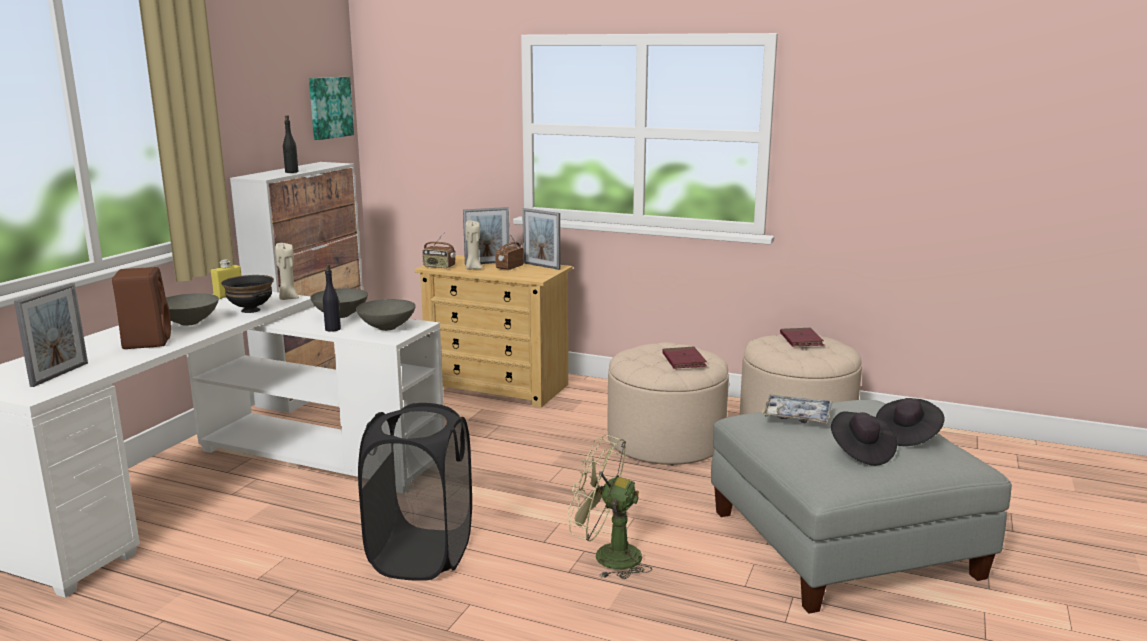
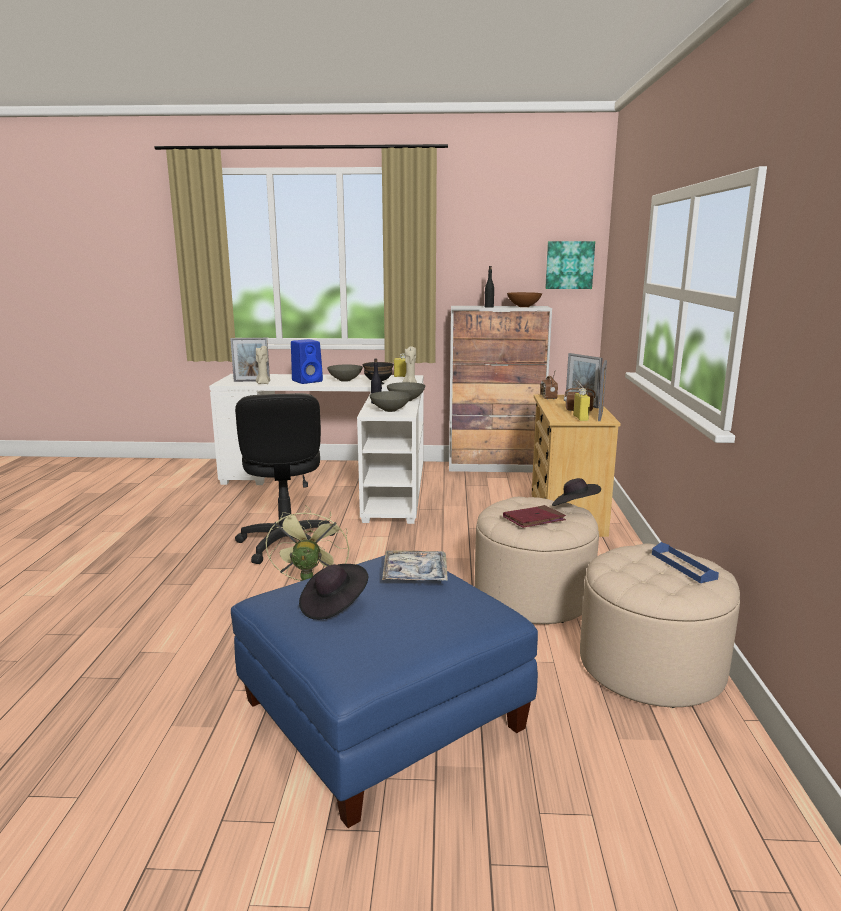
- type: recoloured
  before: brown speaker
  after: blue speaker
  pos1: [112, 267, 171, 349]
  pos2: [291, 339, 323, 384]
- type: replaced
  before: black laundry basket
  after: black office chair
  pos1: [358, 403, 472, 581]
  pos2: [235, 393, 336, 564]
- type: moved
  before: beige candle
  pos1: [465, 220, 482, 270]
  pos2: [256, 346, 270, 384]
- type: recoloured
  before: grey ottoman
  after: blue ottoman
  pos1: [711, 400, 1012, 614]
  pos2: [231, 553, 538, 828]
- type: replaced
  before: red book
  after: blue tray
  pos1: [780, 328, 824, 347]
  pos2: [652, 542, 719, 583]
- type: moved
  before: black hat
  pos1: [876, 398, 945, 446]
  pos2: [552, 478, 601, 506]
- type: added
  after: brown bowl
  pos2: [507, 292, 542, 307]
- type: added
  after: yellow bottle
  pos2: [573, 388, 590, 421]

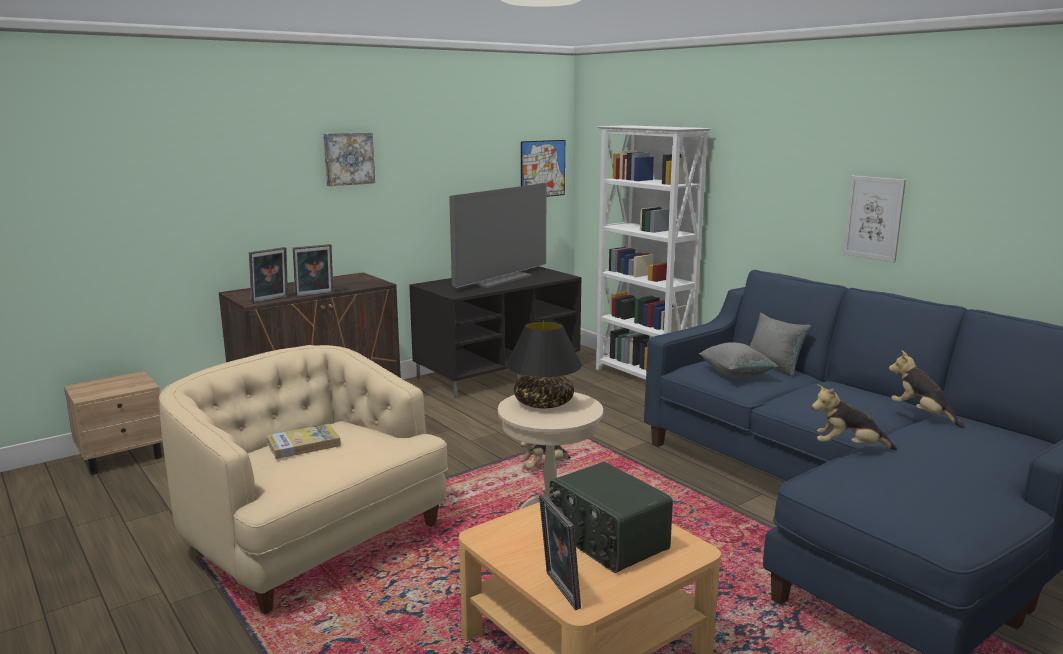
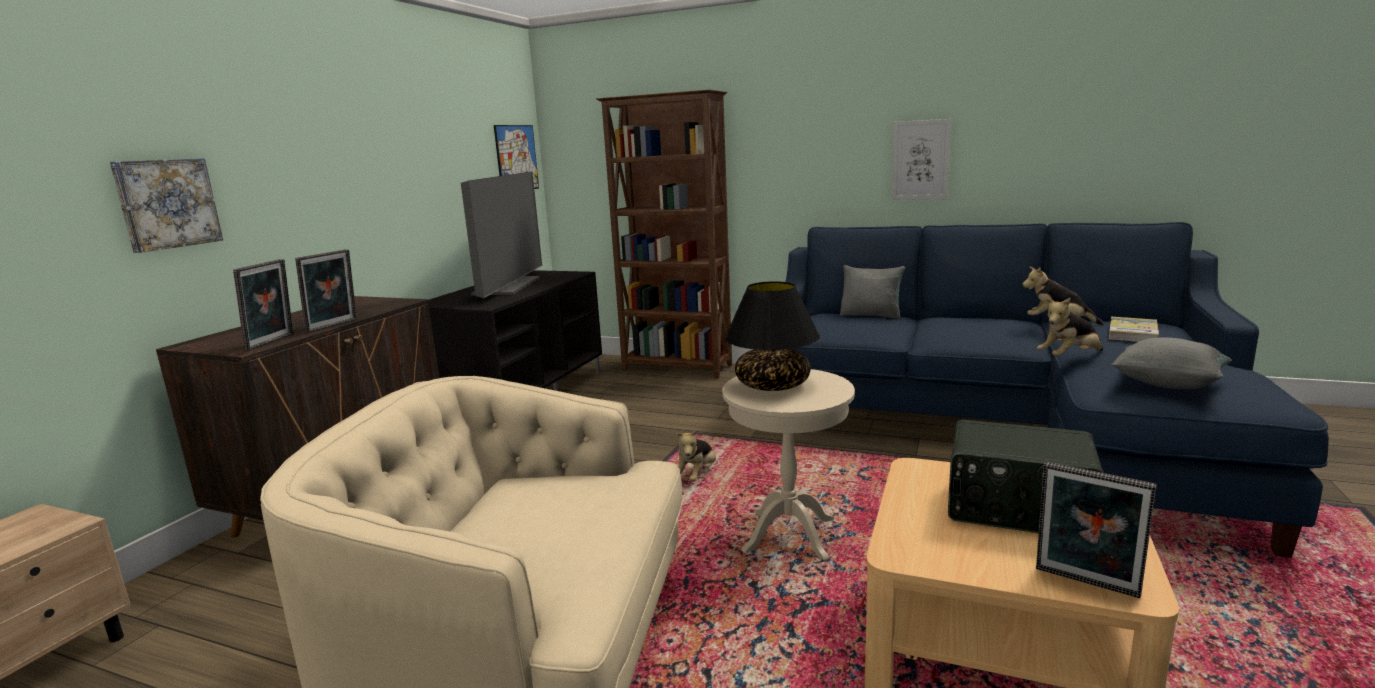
- type: moved
  before: book
  pos1: [266, 424, 341, 459]
  pos2: [1109, 317, 1159, 342]
- type: moved
  before: picture
  pos1: [323, 132, 375, 186]
  pos2: [110, 158, 223, 253]
- type: recoloured
  before: white bookcase
  after: brown bookcase
  pos1: [596, 125, 711, 380]
  pos2: [596, 90, 732, 378]
- type: moved
  before: grey pillow
  pos1: [699, 342, 778, 378]
  pos2: [1111, 338, 1232, 389]

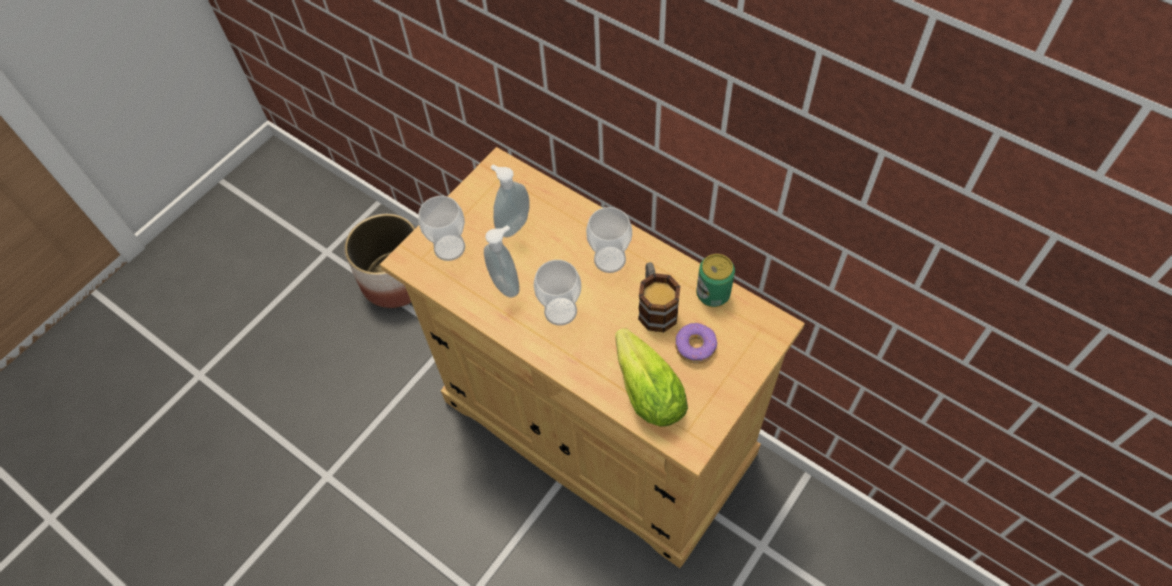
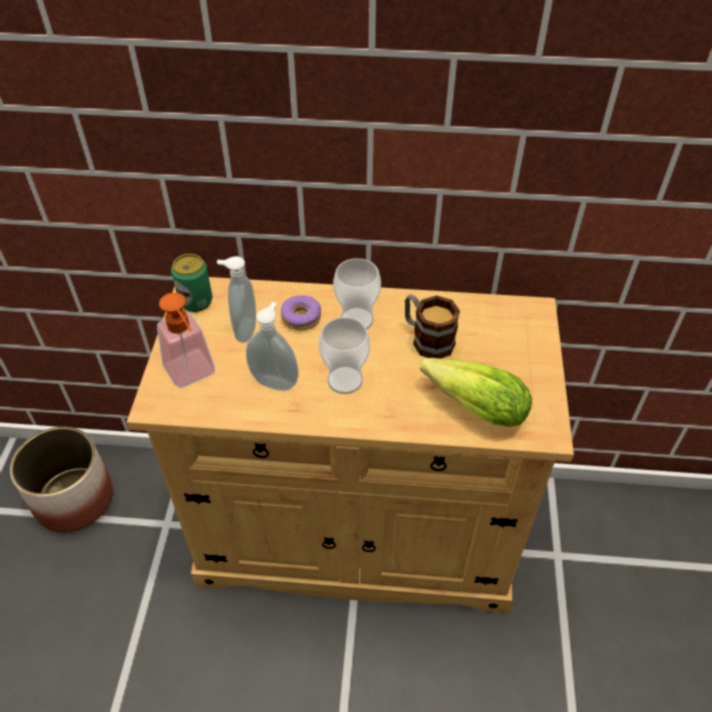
- type: replaced
  before: cup
  after: soap dispenser
  pos1: [418, 196, 465, 261]
  pos2: [157, 293, 215, 388]
- type: moved
  before: donut
  pos1: [675, 323, 717, 364]
  pos2: [281, 295, 321, 330]
- type: moved
  before: can
  pos1: [696, 254, 735, 307]
  pos2: [171, 254, 212, 312]

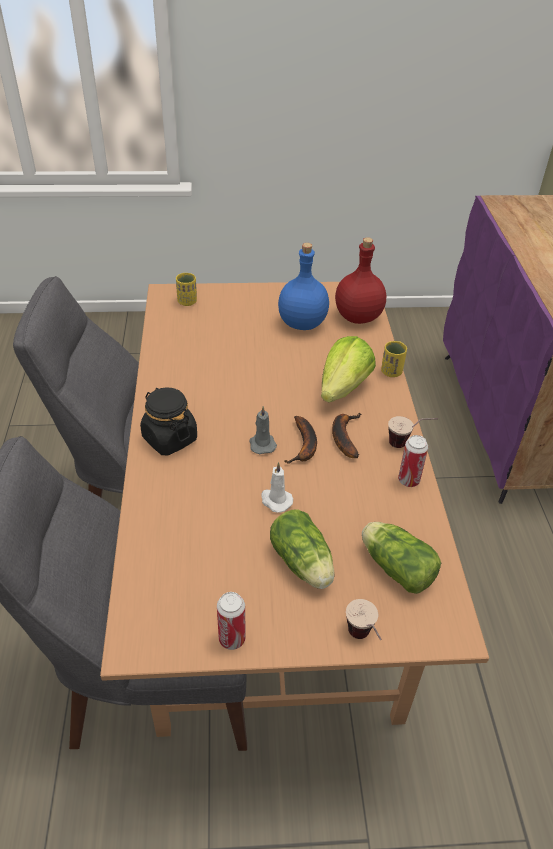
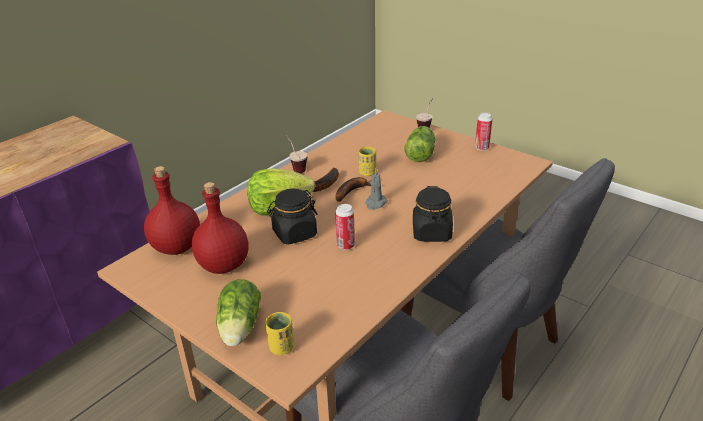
- type: removed
  before: white candle
  pos1: [261, 462, 293, 512]
- type: recoloured
  before: blue bottle
  after: red bottle
  pos1: [278, 243, 329, 330]
  pos2: [192, 182, 249, 274]
- type: moved
  before: lettuce
  pos1: [362, 522, 441, 594]
  pos2: [216, 279, 261, 346]
- type: moved
  before: yellow cup
  pos1: [381, 341, 407, 377]
  pos2: [358, 147, 376, 176]
- type: moved
  before: can
  pos1: [398, 435, 428, 487]
  pos2: [335, 204, 355, 250]
- type: added
  after: black jar
  pos2: [267, 189, 318, 244]

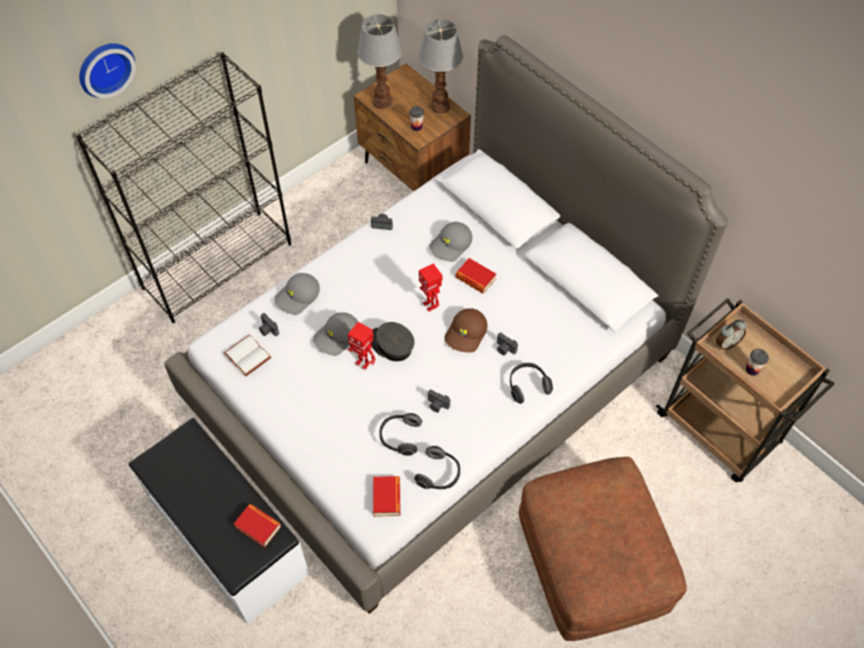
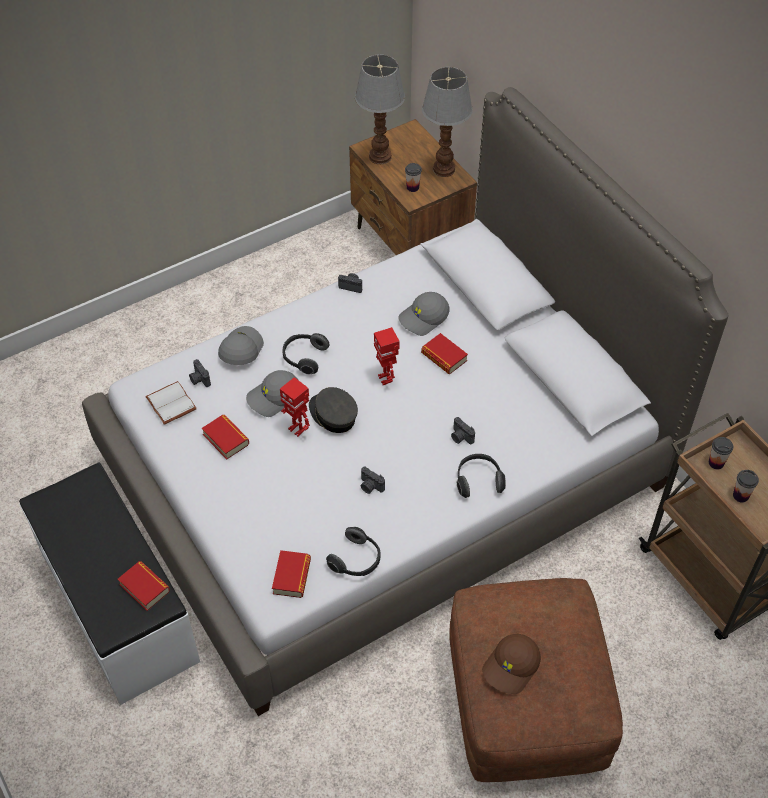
- type: removed
  before: black bookcase
  pos1: [75, 52, 291, 323]
- type: removed
  before: wall clock
  pos1: [79, 43, 136, 98]
- type: turned
  before: grey cap
  pos1: [274, 273, 320, 315]
  pos2: [218, 326, 264, 365]
  turn: 135
- type: moved
  before: headphones
  pos1: [379, 413, 422, 456]
  pos2: [283, 333, 330, 375]
- type: moved
  before: brown cap
  pos1: [444, 308, 487, 353]
  pos2: [482, 634, 541, 694]
- type: replaced
  before: alarm clock
  after: cup
  pos1: [716, 319, 747, 350]
  pos2: [709, 437, 733, 469]
- type: added
  after: book
  pos2: [202, 415, 249, 460]

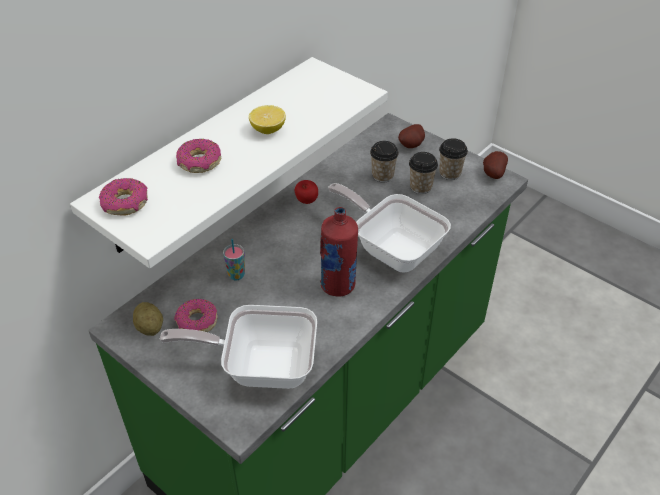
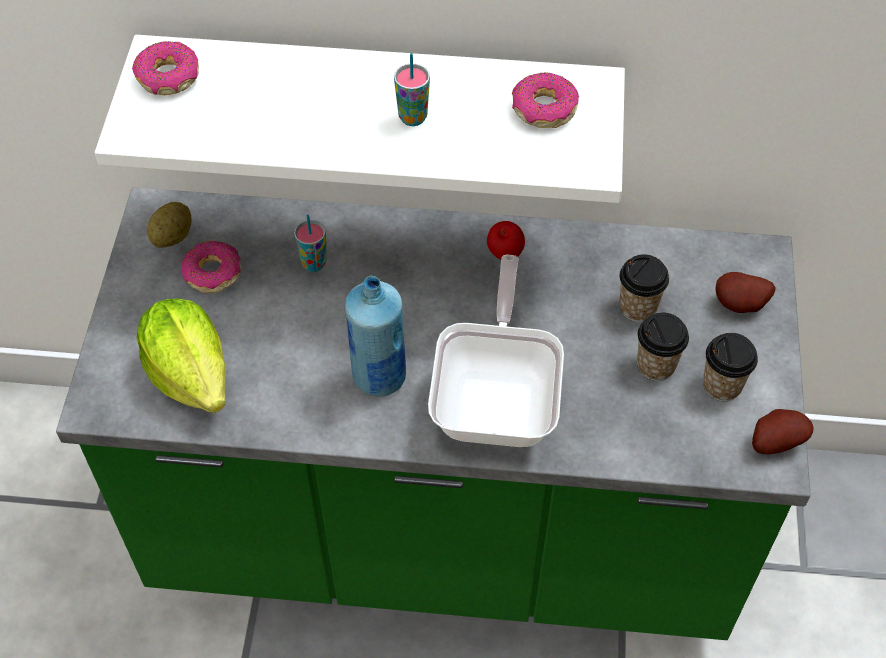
- type: replaced
  before: frying pan
  after: lettuce
  pos1: [160, 305, 317, 389]
  pos2: [136, 298, 226, 413]
- type: moved
  before: donut
  pos1: [176, 139, 221, 173]
  pos2: [512, 72, 579, 128]
- type: replaced
  before: lemon
  after: cup
  pos1: [249, 105, 286, 134]
  pos2: [394, 53, 430, 126]
- type: recoloured
  before: red bottle
  after: blue bottle
  pos1: [320, 207, 358, 297]
  pos2: [345, 276, 406, 397]

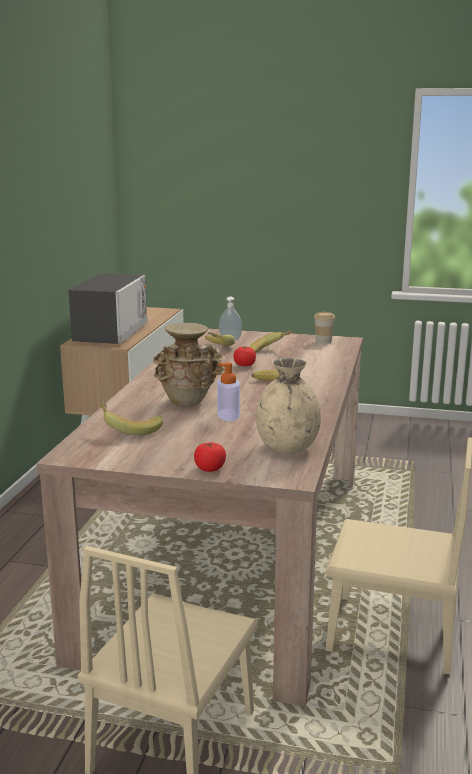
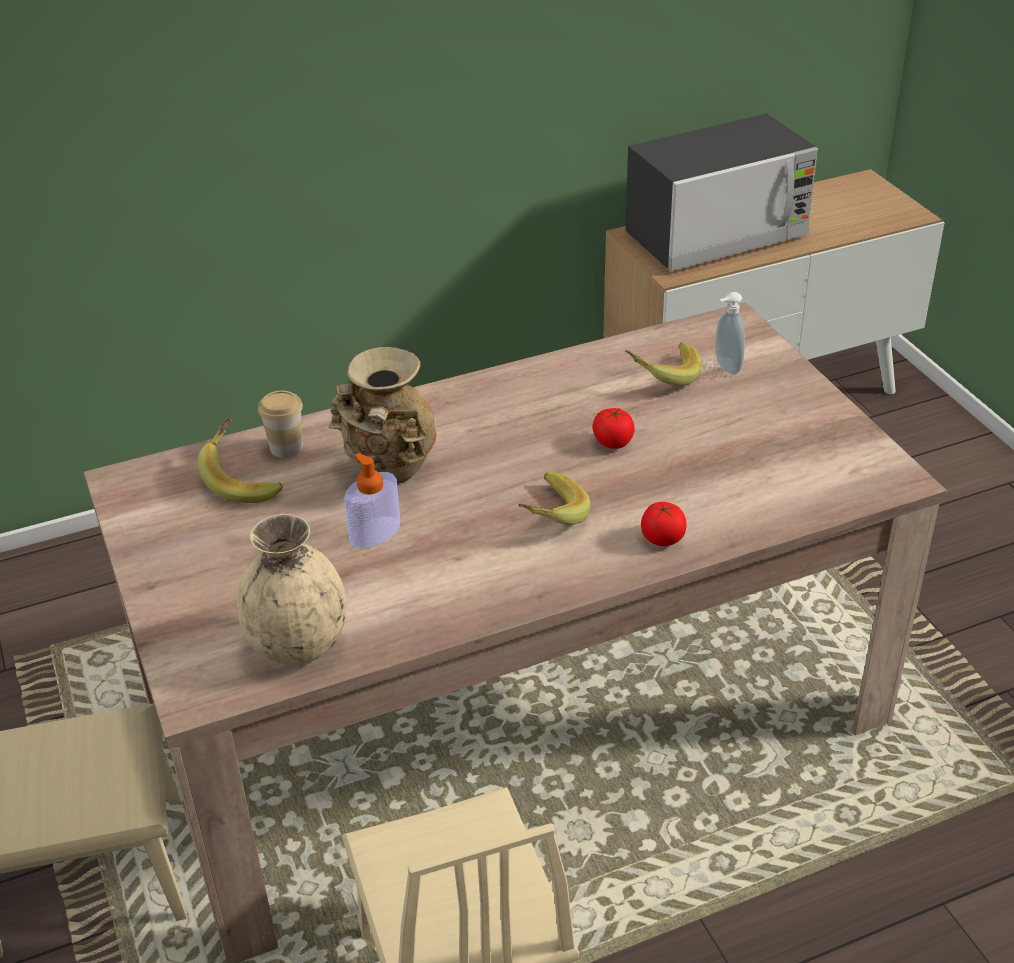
- type: moved
  before: tomato
  pos1: [194, 442, 226, 472]
  pos2: [641, 502, 687, 546]
- type: removed
  before: banana
  pos1: [250, 330, 294, 353]
- type: moved
  before: cup
  pos1: [314, 312, 335, 343]
  pos2: [258, 390, 303, 458]

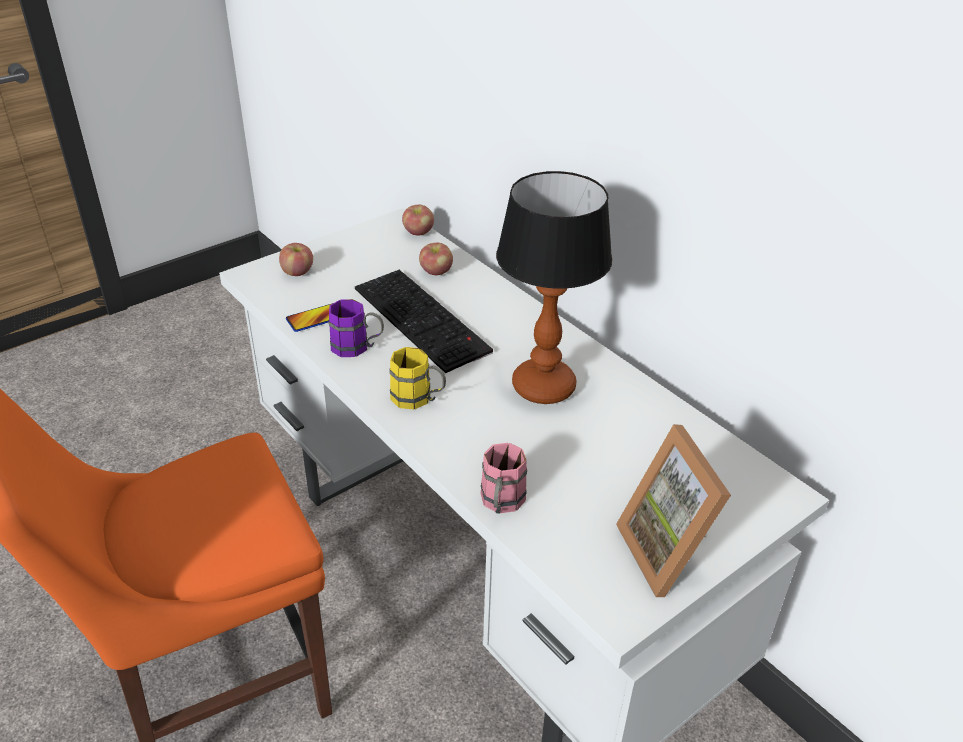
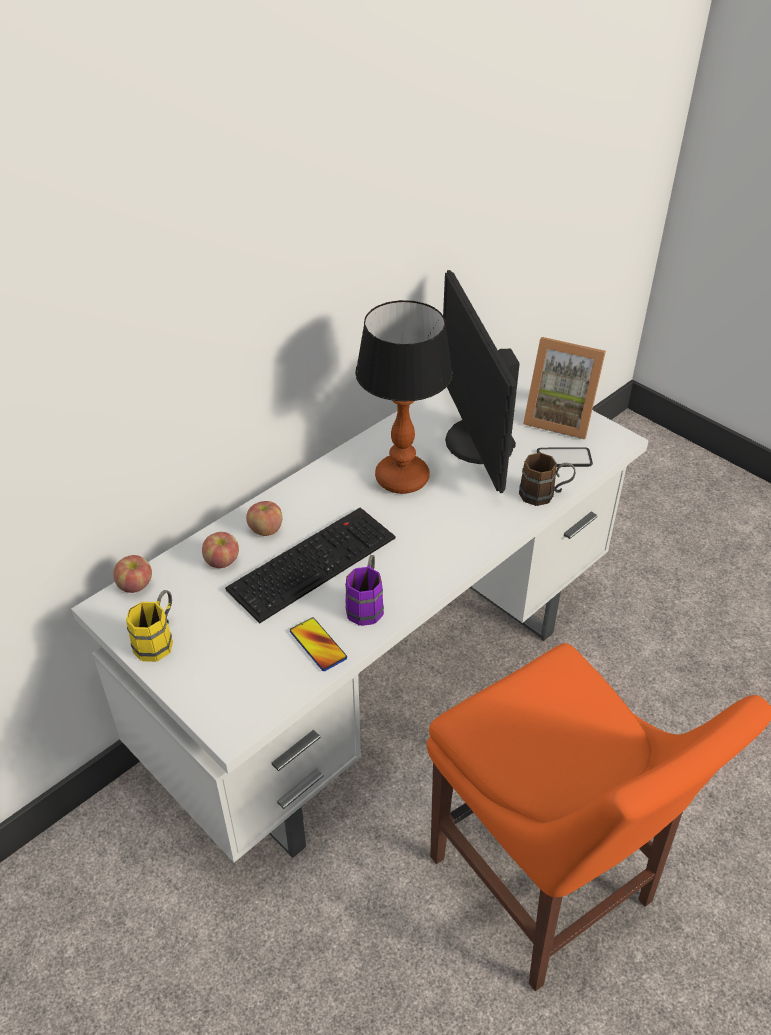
- type: moved
  before: apple
  pos1: [279, 243, 313, 276]
  pos2: [246, 501, 282, 536]
- type: moved
  before: yellow mug
  pos1: [389, 347, 446, 410]
  pos2: [126, 590, 173, 662]
- type: recoloured
  before: pink mug
  after: brown mug
  pos1: [481, 443, 527, 514]
  pos2: [519, 453, 575, 506]
- type: turned
  before: picture frame
  pos1: [616, 424, 731, 597]
  pos2: [523, 337, 606, 440]
  turn: 45
- type: added
  after: monitor
  pos2: [443, 270, 520, 493]
- type: added
  after: phone
  pos2: [537, 447, 593, 467]

